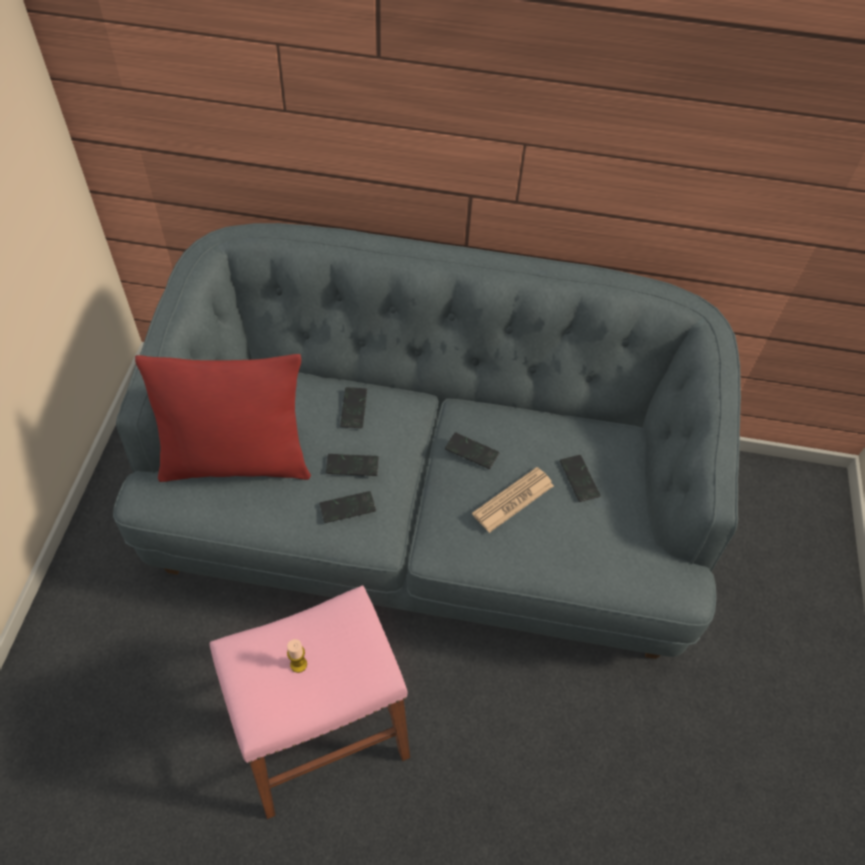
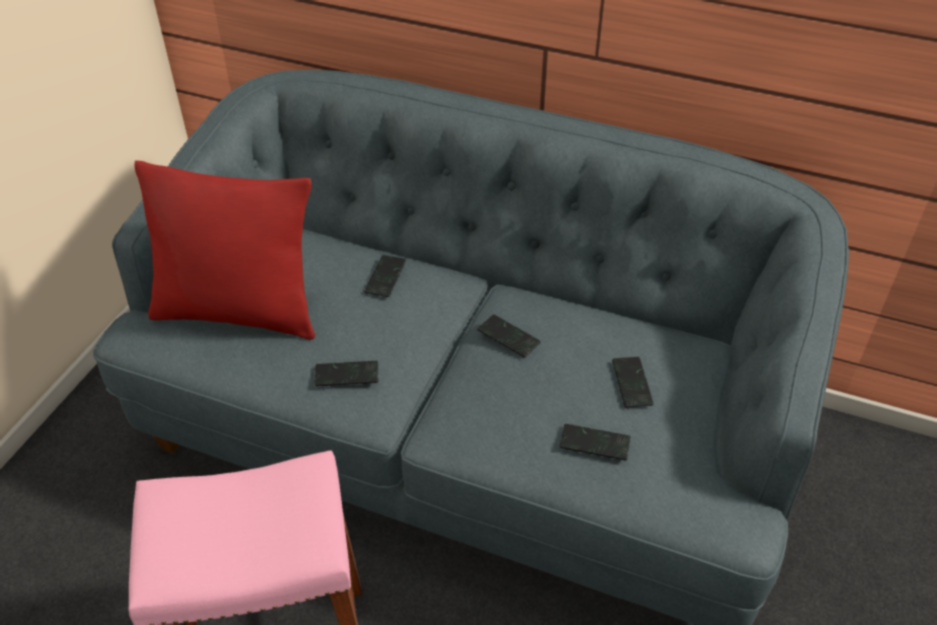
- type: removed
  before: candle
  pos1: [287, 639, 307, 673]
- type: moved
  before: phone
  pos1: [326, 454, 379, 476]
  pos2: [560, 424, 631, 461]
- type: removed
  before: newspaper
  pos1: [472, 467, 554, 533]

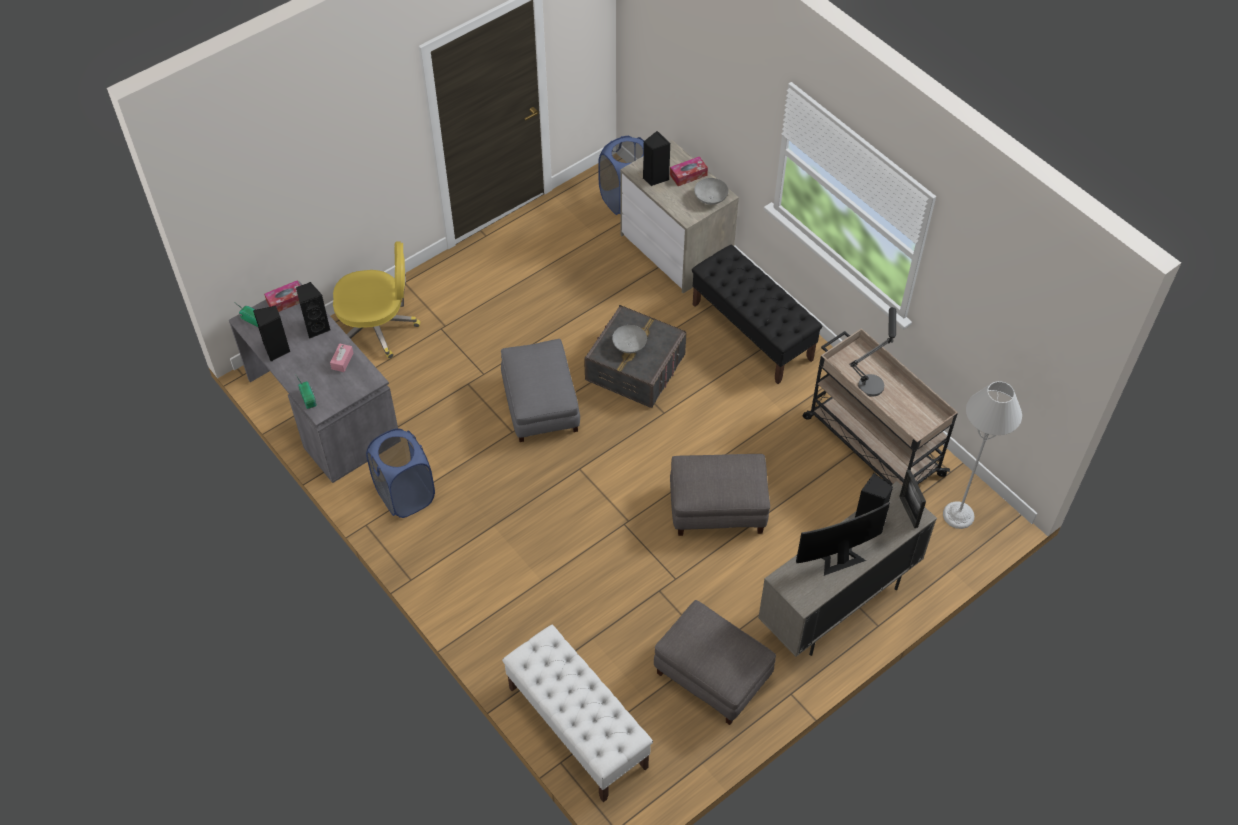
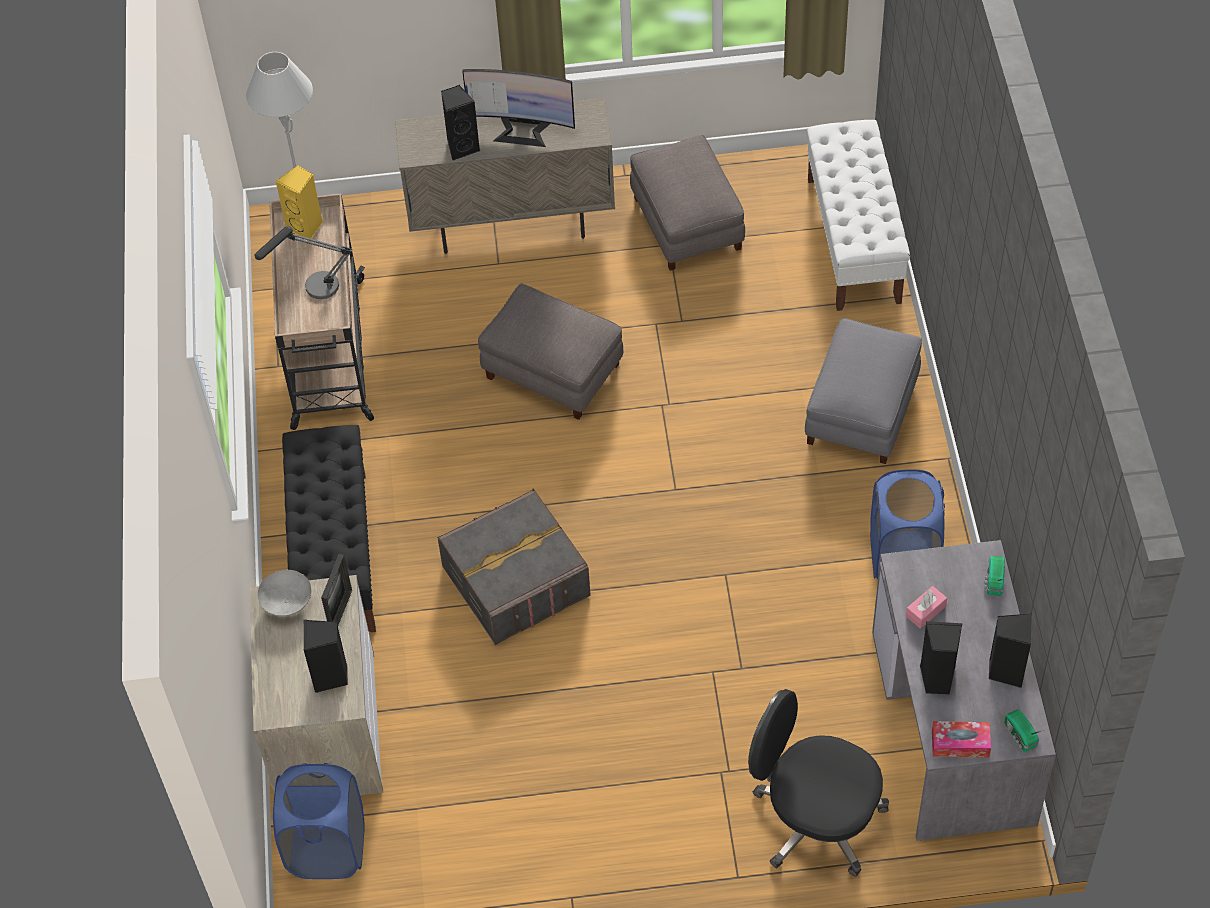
- type: recoloured
  before: yellow office chair
  after: black office chair
  pos1: [333, 242, 420, 359]
  pos2: [748, 689, 889, 877]
- type: moved
  before: grey ottoman
  pos1: [501, 339, 580, 442]
  pos2: [805, 318, 922, 464]
- type: removed
  before: grey bowl
  pos1: [612, 325, 647, 353]
- type: removed
  before: tissue box
  pos1: [670, 156, 708, 186]
- type: moved
  before: picture frame
  pos1: [899, 470, 926, 528]
  pos2: [321, 554, 352, 626]
- type: added
  after: yellow speaker
  pos2: [276, 165, 323, 241]

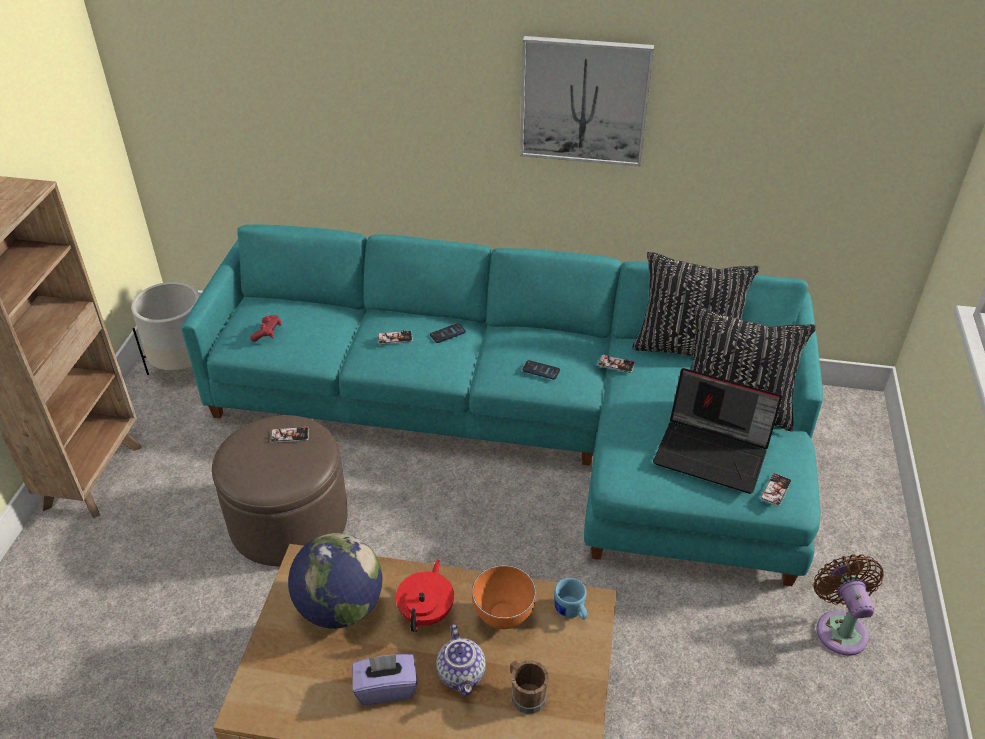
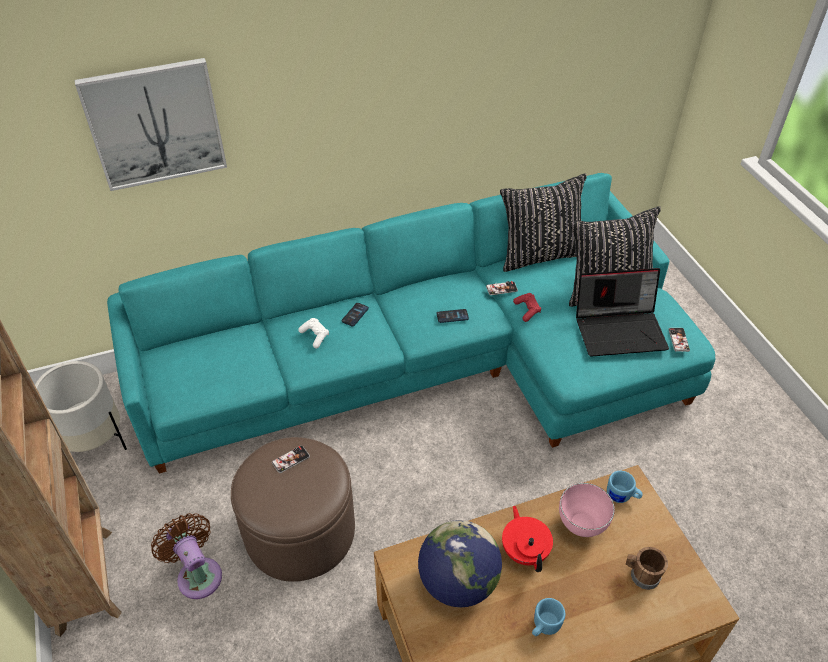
- type: moved
  before: red game controller
  pos1: [250, 315, 282, 342]
  pos2: [513, 293, 541, 322]
- type: replaced
  before: purple tissue box
  after: blue mug
  pos1: [352, 654, 417, 705]
  pos2: [532, 598, 565, 636]
- type: replaced
  before: phone
  after: white game controller
  pos1: [378, 330, 413, 345]
  pos2: [298, 318, 329, 348]
- type: removed
  before: teapot
  pos1: [436, 624, 486, 696]
- type: recoloured
  before: orange bowl
  after: pink bowl
  pos1: [472, 565, 536, 629]
  pos2: [559, 483, 615, 537]
- type: moved
  before: picture
  pos1: [520, 36, 654, 167]
  pos2: [74, 58, 227, 191]
- type: moved
  before: brown fan
  pos1: [813, 554, 884, 656]
  pos2: [151, 513, 222, 599]

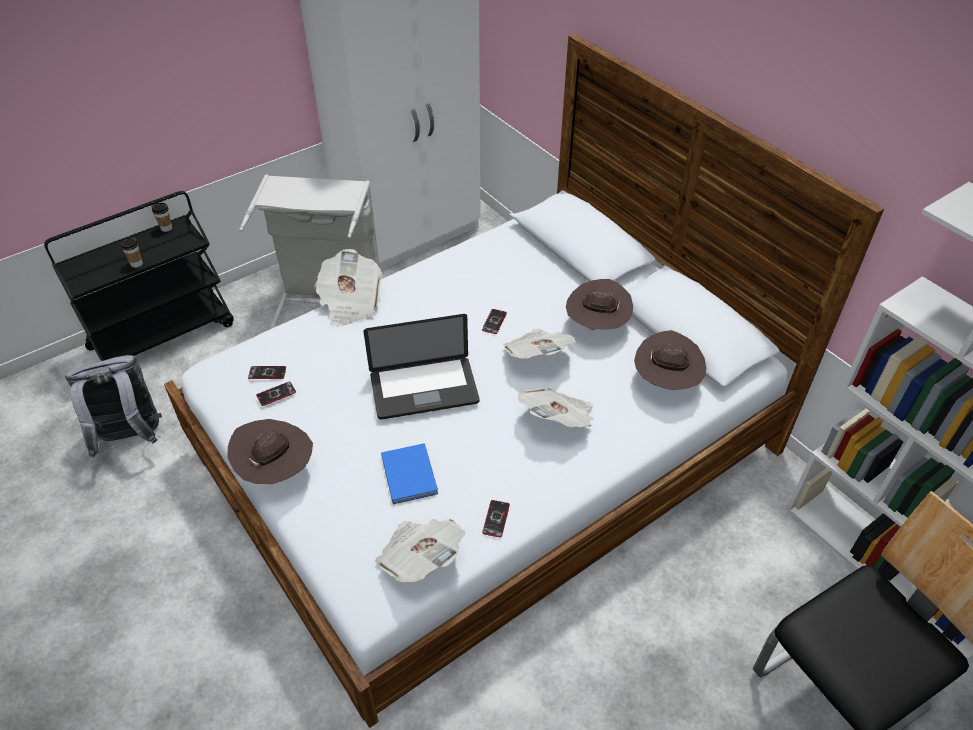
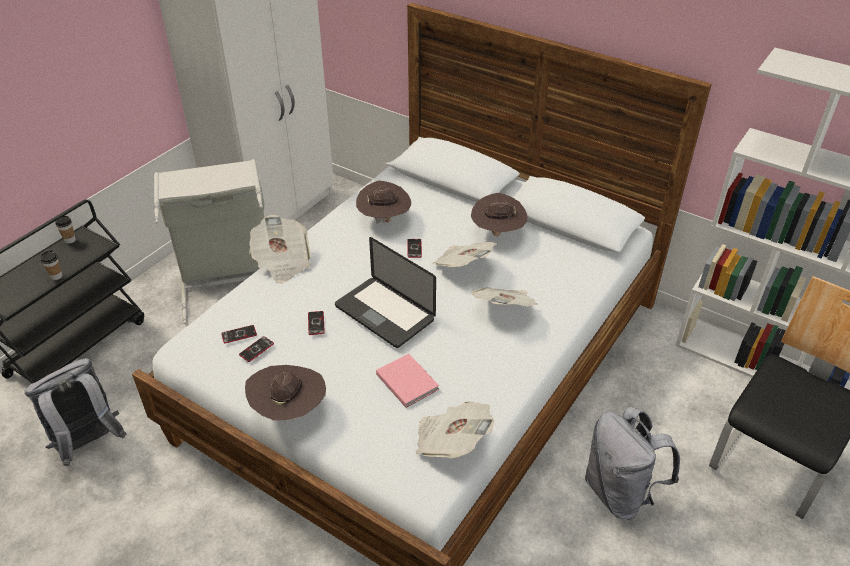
- type: turned
  before: laptop
  pos1: [363, 314, 479, 419]
  pos2: [335, 237, 436, 348]
  turn: 75
- type: recoloured
  before: blue book
  after: pink book
  pos1: [381, 443, 438, 504]
  pos2: [376, 354, 439, 408]
- type: moved
  before: phone
  pos1: [482, 500, 510, 537]
  pos2: [308, 311, 325, 335]
- type: moved
  before: brown hat
  pos1: [634, 330, 706, 390]
  pos2: [356, 181, 411, 224]
- type: added
  after: grey backpack
  pos2: [585, 406, 680, 520]

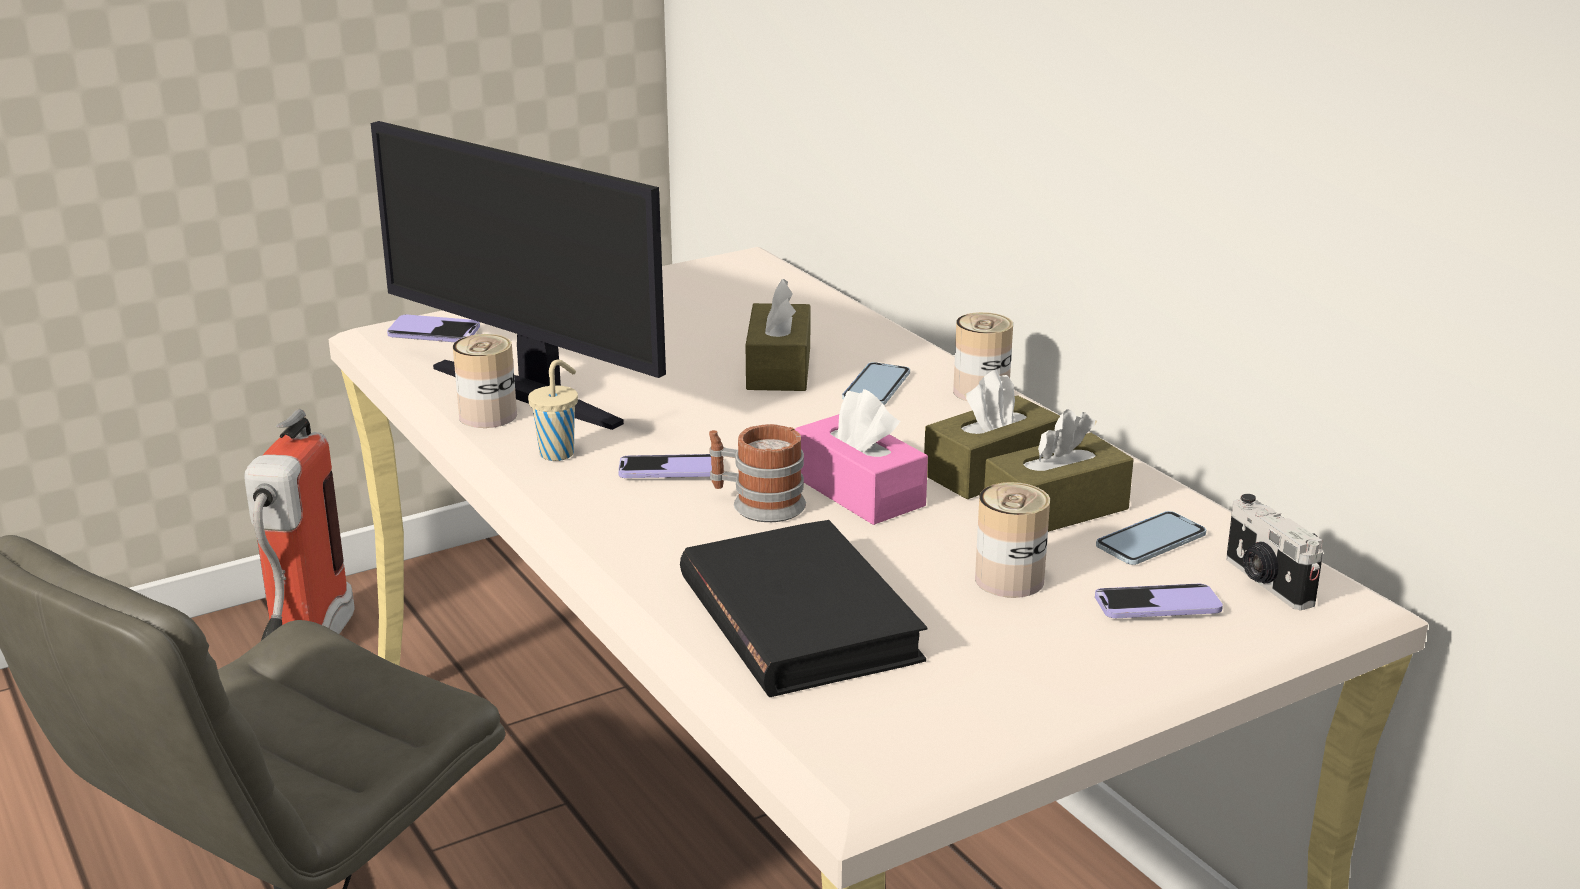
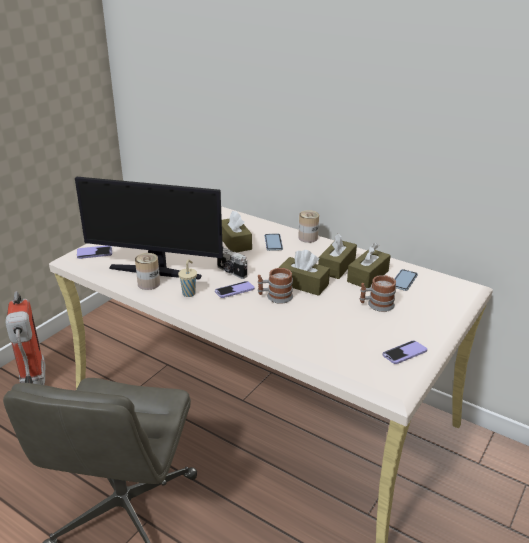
- type: removed
  before: black book
  pos1: [680, 520, 928, 697]
- type: recoloured
  before: pink tissue box
  after: brown tissue box
  pos1: [795, 389, 928, 525]
  pos2: [279, 250, 330, 296]
- type: replaced
  before: can
  after: mug
  pos1: [975, 482, 1050, 598]
  pos2: [360, 275, 396, 312]
- type: moved
  before: phone
  pos1: [1095, 584, 1223, 618]
  pos2: [383, 341, 427, 364]
- type: moved
  before: photo camera
  pos1: [1226, 494, 1323, 610]
  pos2: [217, 247, 247, 279]

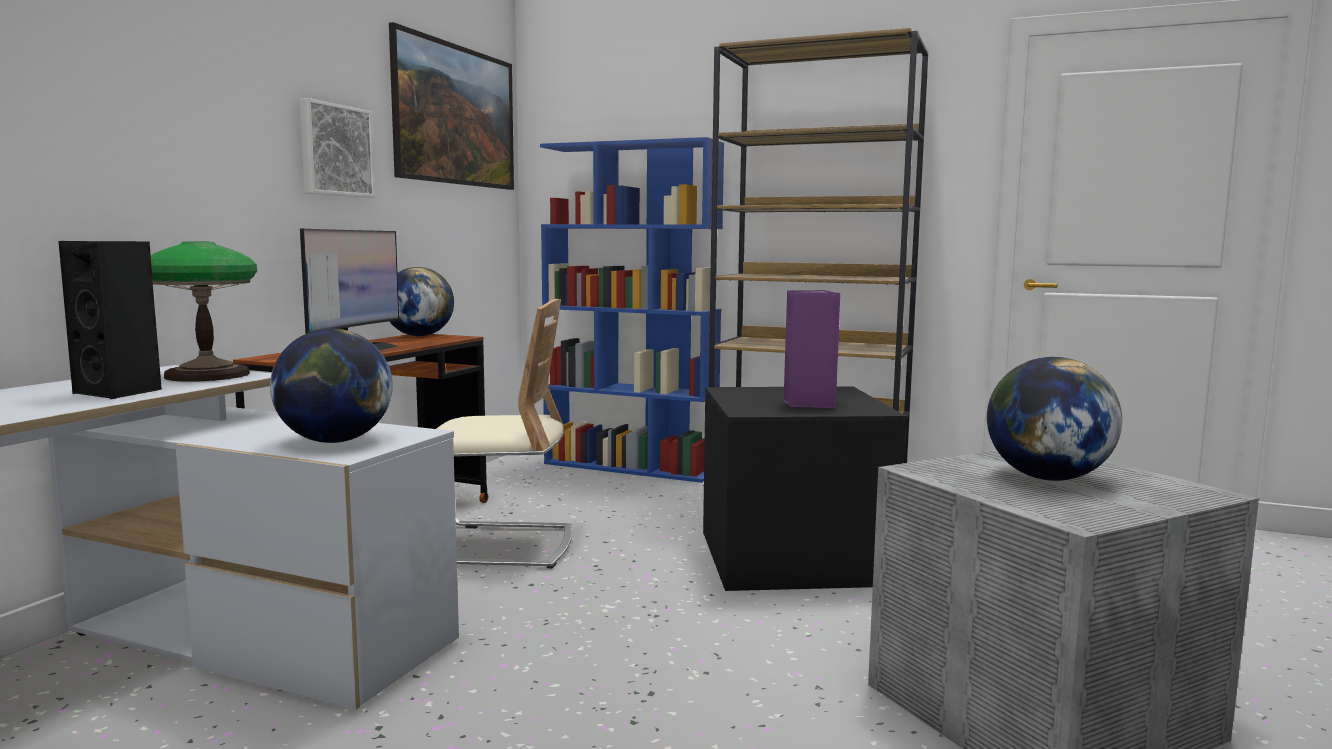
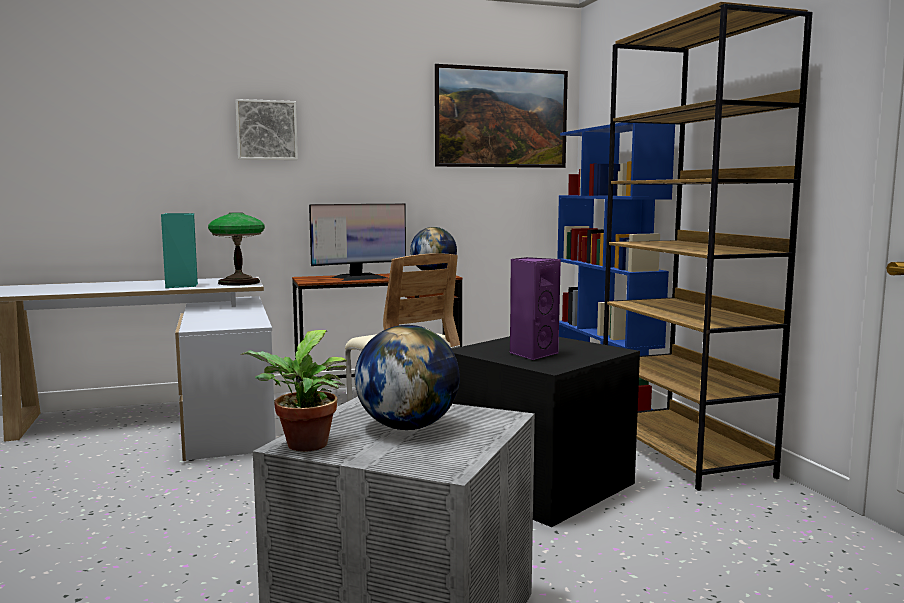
- type: recoloured
  before: black speaker
  after: turquoise speaker
  pos1: [58, 241, 162, 399]
  pos2: [161, 213, 198, 288]
- type: removed
  before: globe
  pos1: [270, 329, 393, 443]
- type: moved
  before: picture
  pos1: [299, 98, 376, 198]
  pos2: [235, 99, 298, 160]
- type: added
  after: potted plant
  pos2: [240, 330, 347, 452]

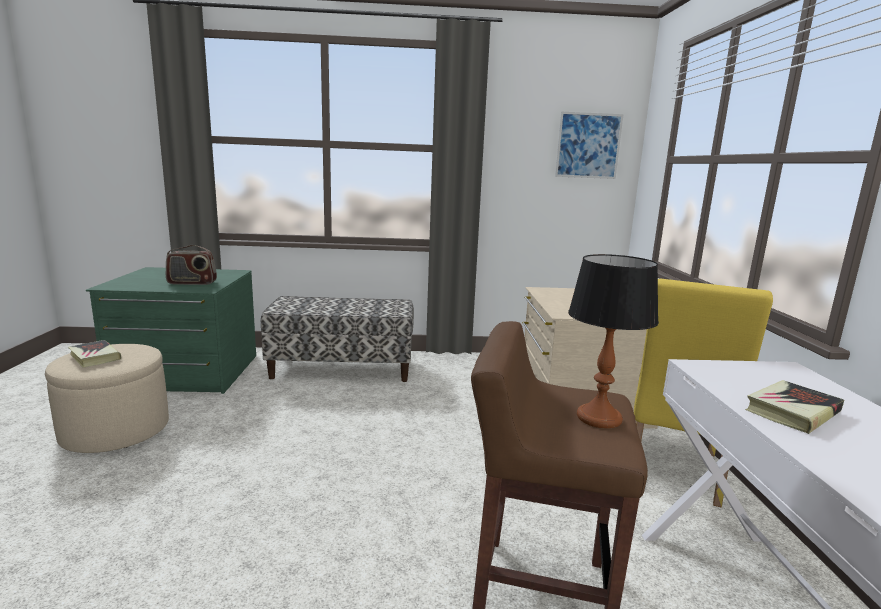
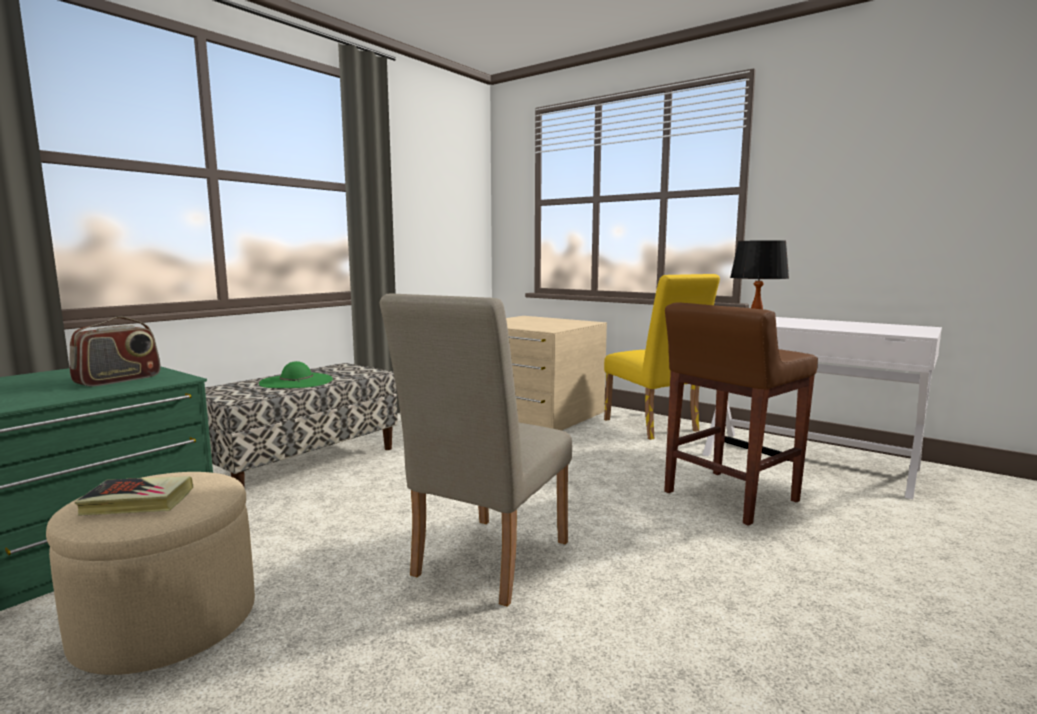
- type: removed
  before: picture
  pos1: [555, 111, 624, 179]
- type: removed
  before: book
  pos1: [745, 380, 844, 434]
- type: added
  after: green hat
  pos2: [259, 361, 333, 388]
- type: added
  after: beige chair
  pos2: [380, 294, 572, 607]

